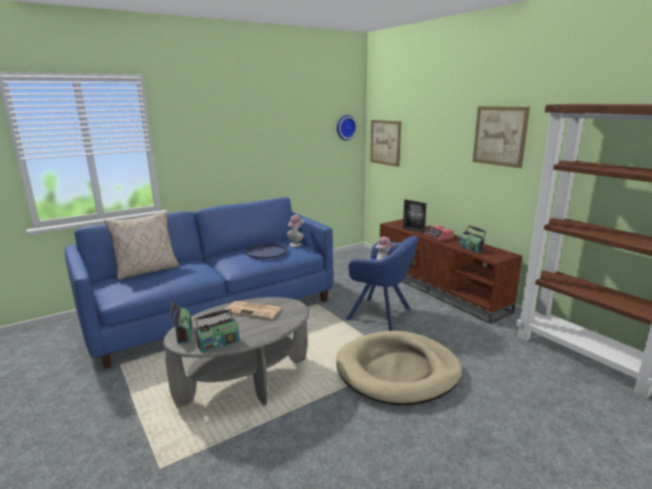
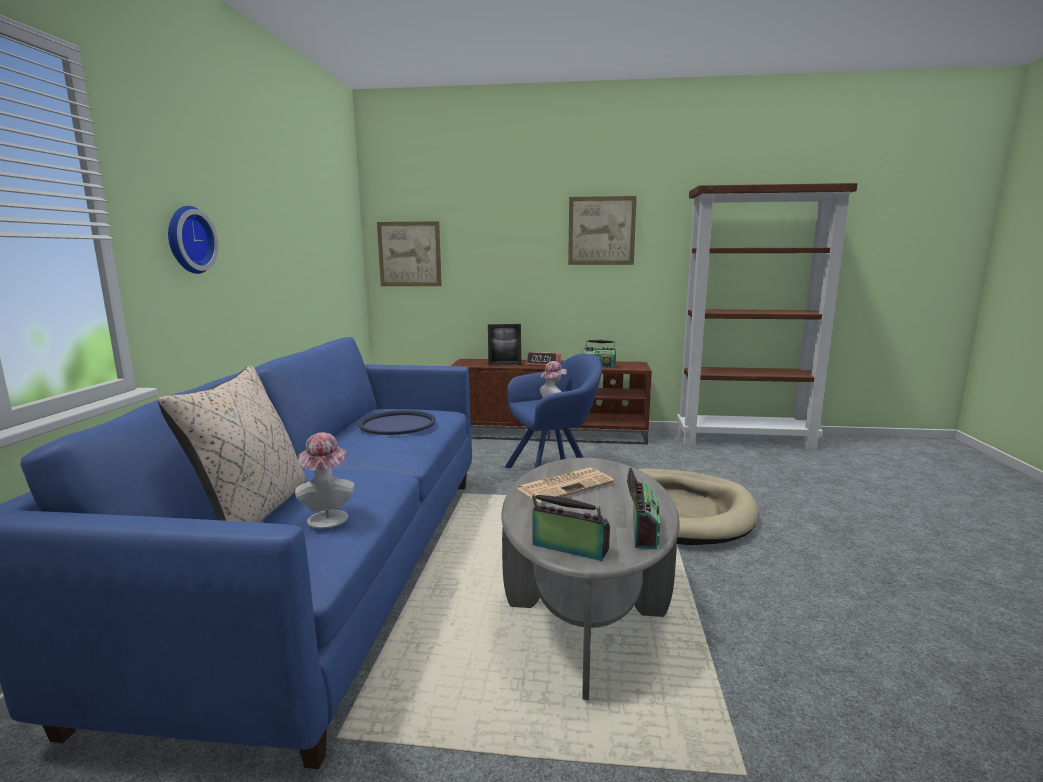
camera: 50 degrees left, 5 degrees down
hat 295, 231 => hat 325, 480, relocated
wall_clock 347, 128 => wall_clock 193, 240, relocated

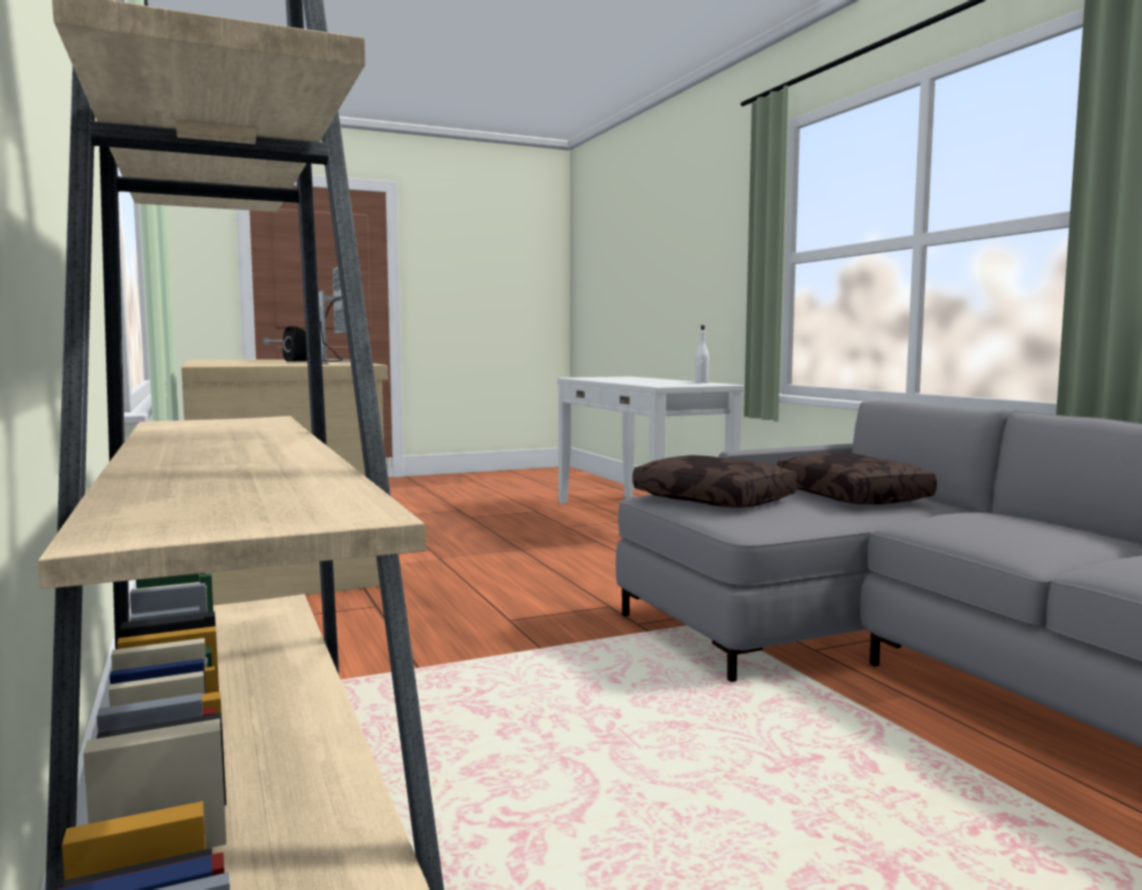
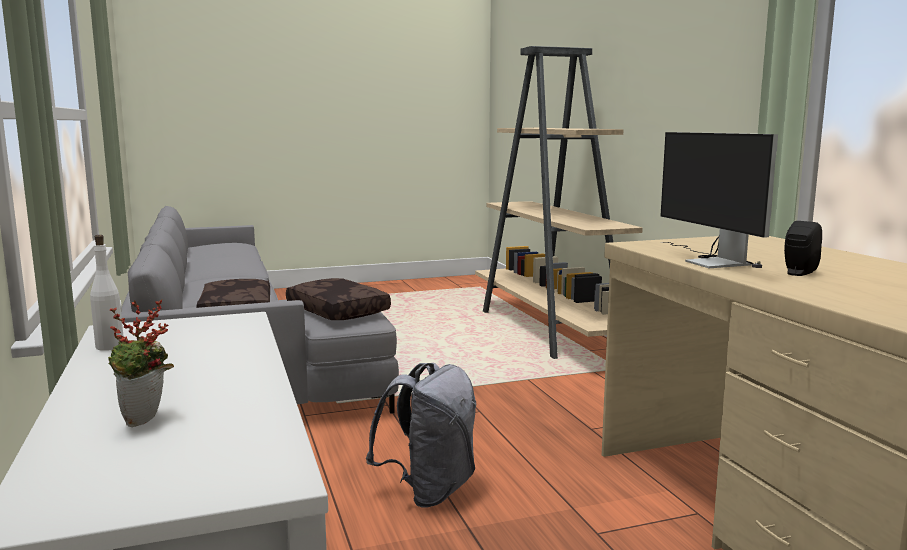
camera: 175 degrees left, 5 degrees up
nothing => potted_plant 141, 363
nothing => grey_backpack 421, 435

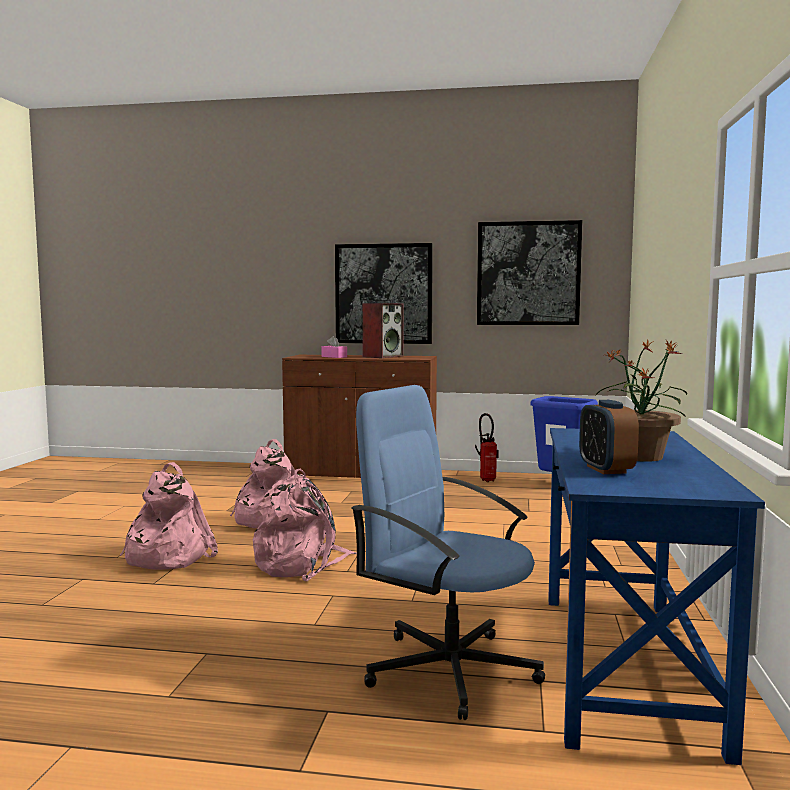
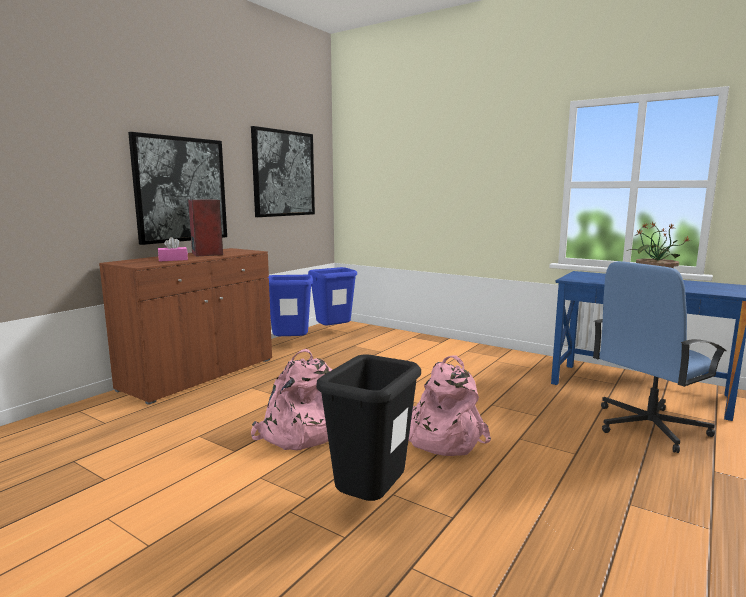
camera: 65 degrees left, 5 degrees up
alarm_clock 609, 437 => nothing
pink_backpack 169, 516 => black_trash_can 368, 428
fire_extinguisher 487, 447 => blue_trash_can 290, 305

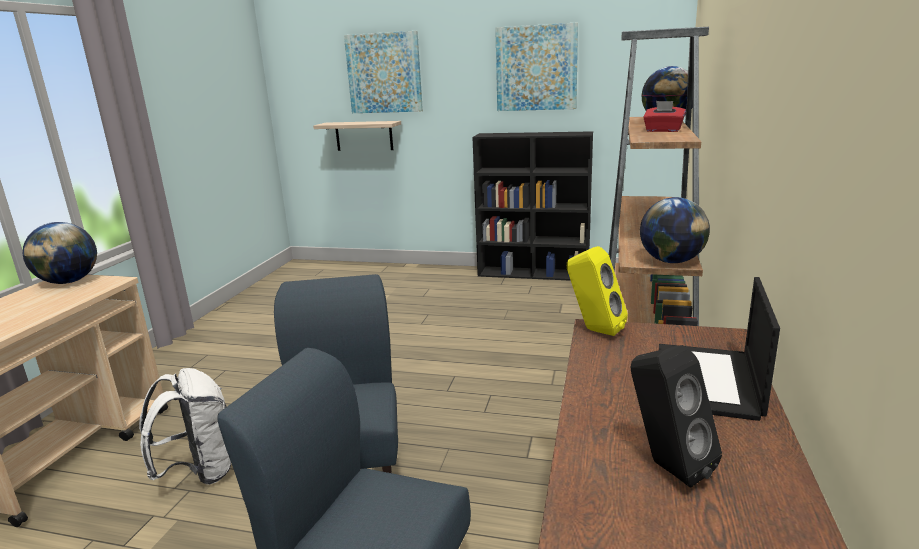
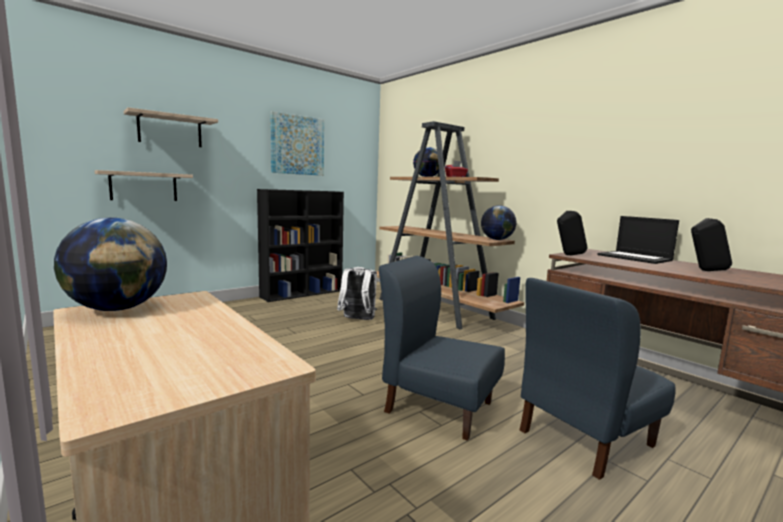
camera: 55 degrees left, 10 degrees down
white_backpack 185, 426 => white_backpack 357, 293, relocated
picture 383, 72 => shelf 171, 127
yellow_speaker 597, 291 => black_speaker 572, 233

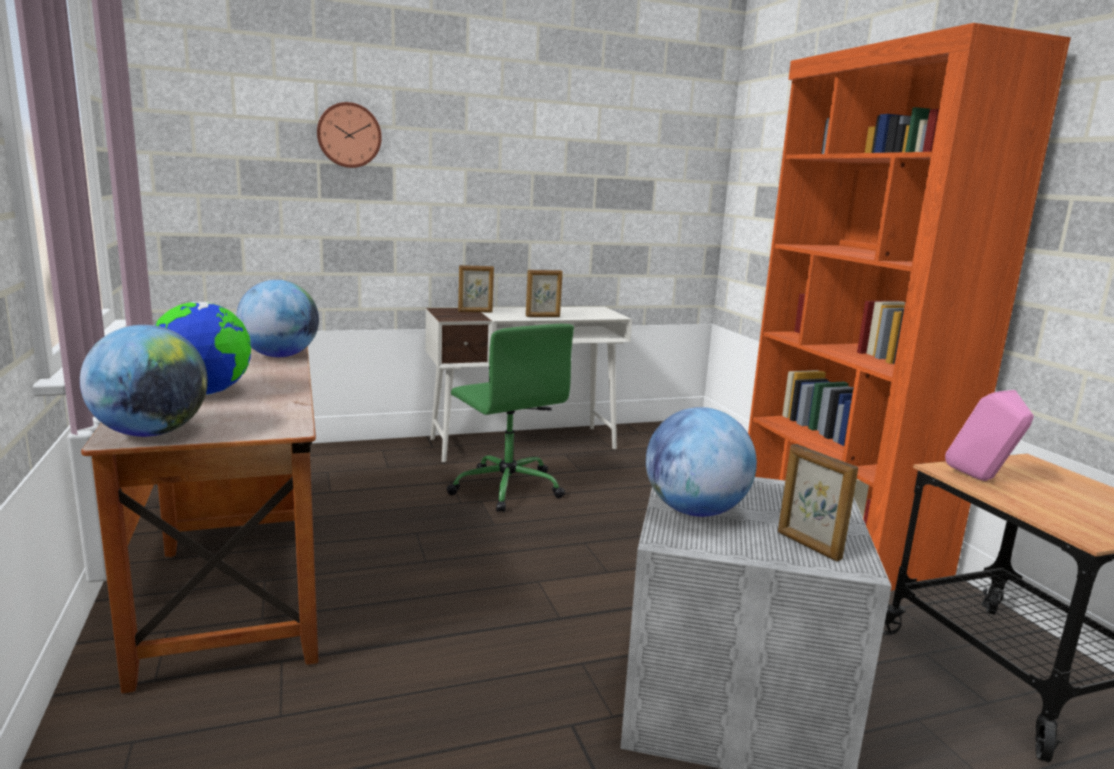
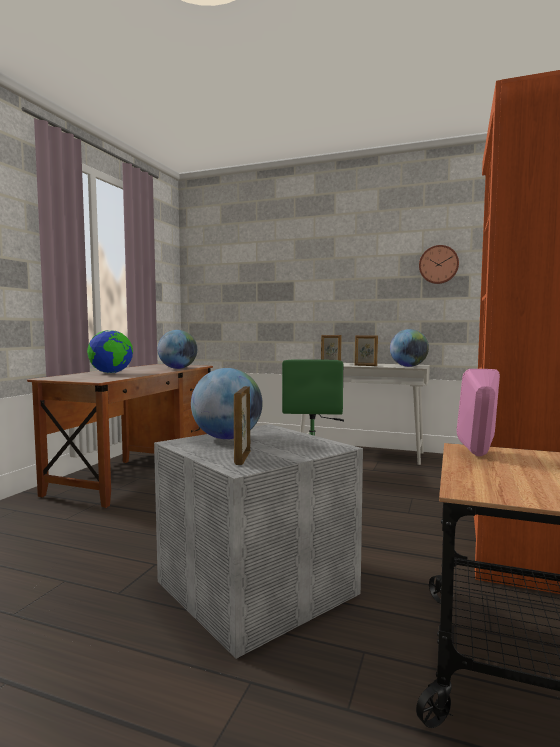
camera: 40 degrees right, 10 degrees down
globe 144, 381 => globe 409, 348, relocated
wall_clock 349, 135 => wall_clock 439, 264, relocated

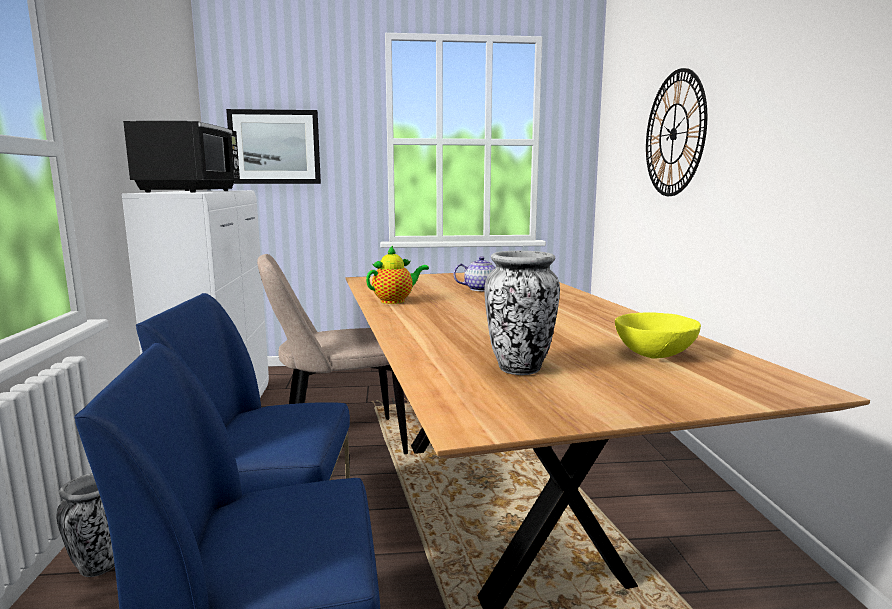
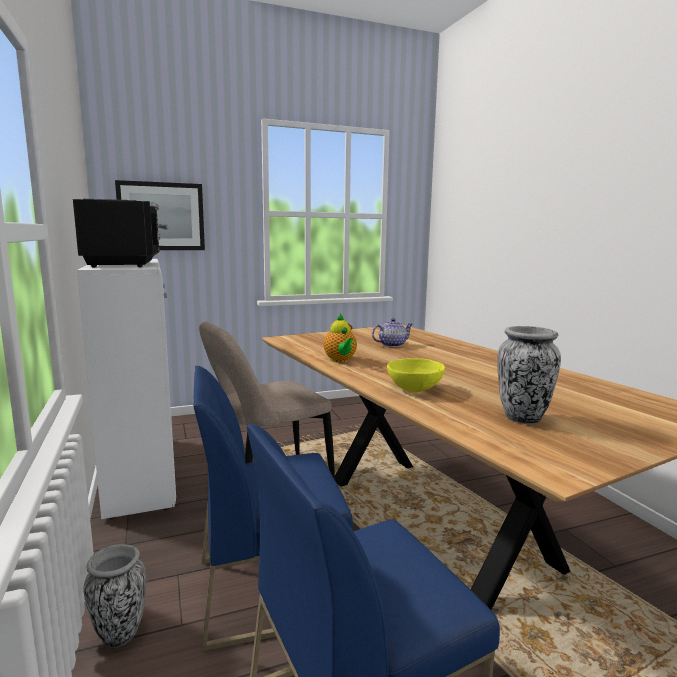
camera: 15 degrees left, 0 degrees up
wall_clock 676, 132 => nothing
yellow_bowl 658, 335 => yellow_bowl 416, 375, relocated
teapot 397, 275 => teapot 340, 337, 120 degrees clockwise

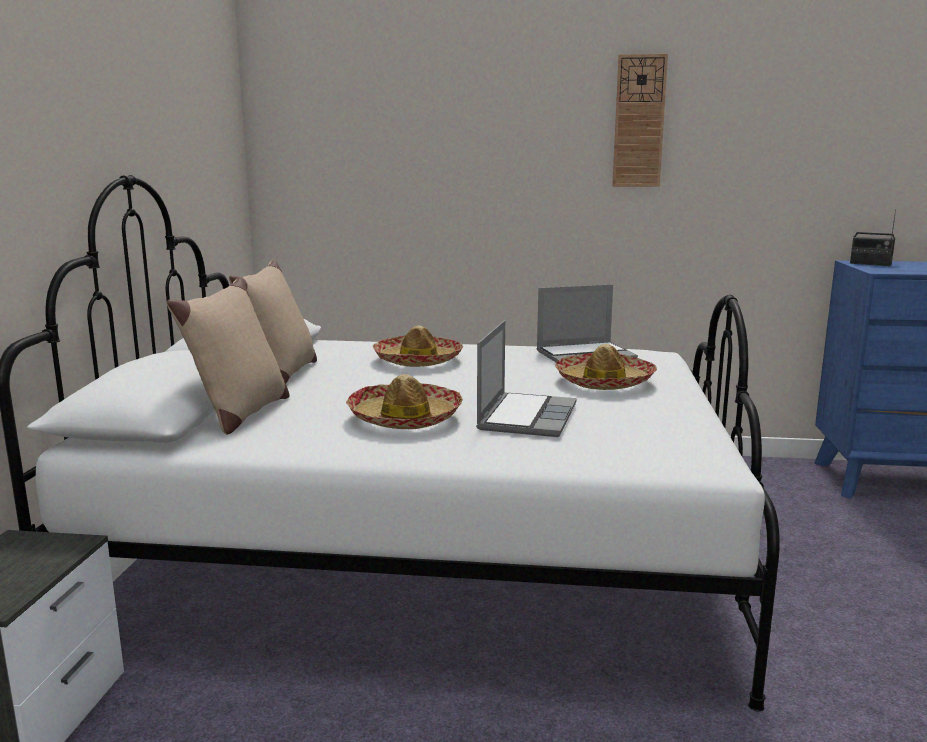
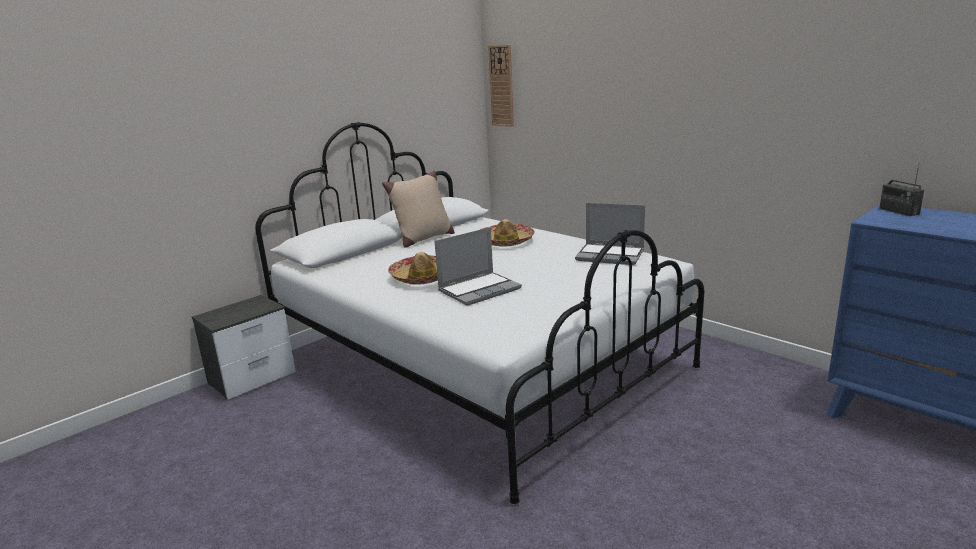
camera: 40 degrees right, 5 degrees up
beige_pillow 228, 356 => nothing
hat 606, 367 => nothing
wall_clock 640, 120 => wall_clock 501, 86, relocated

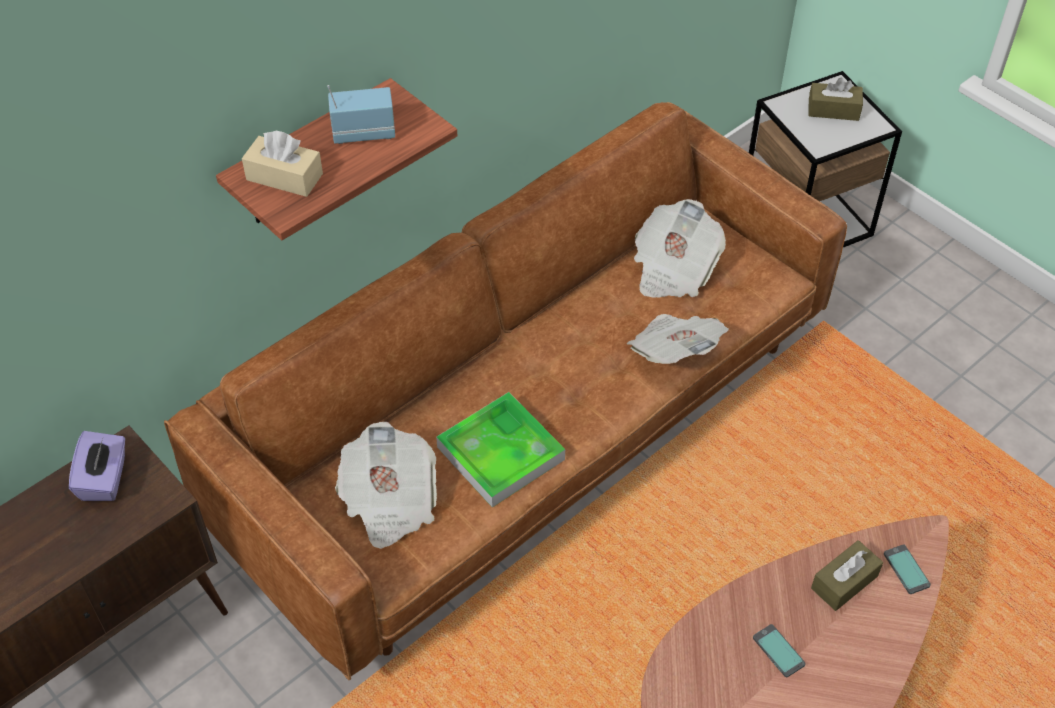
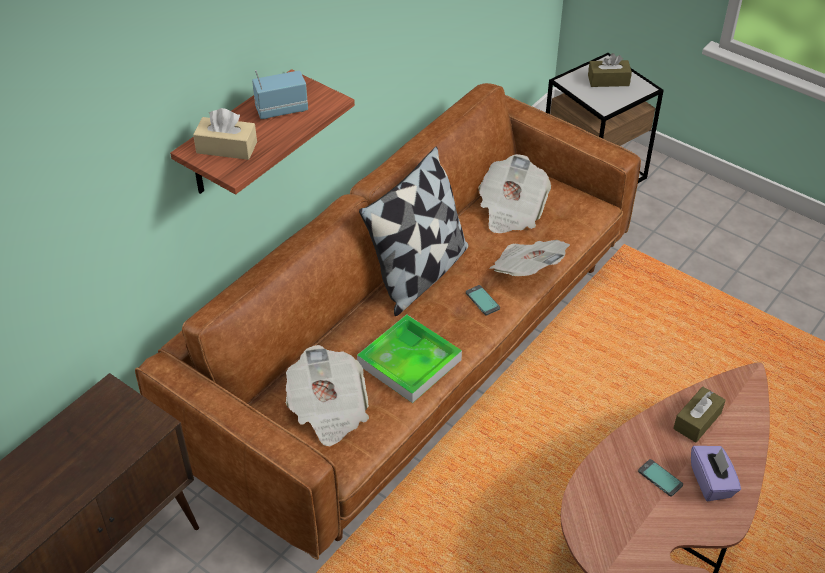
camera: 10 degrees left, 5 degrees down
nothing => pillow 414, 231
purple_tissue_box 97, 466 => purple_tissue_box 716, 473, relocated
phone 907, 569 => phone 483, 300, relocated

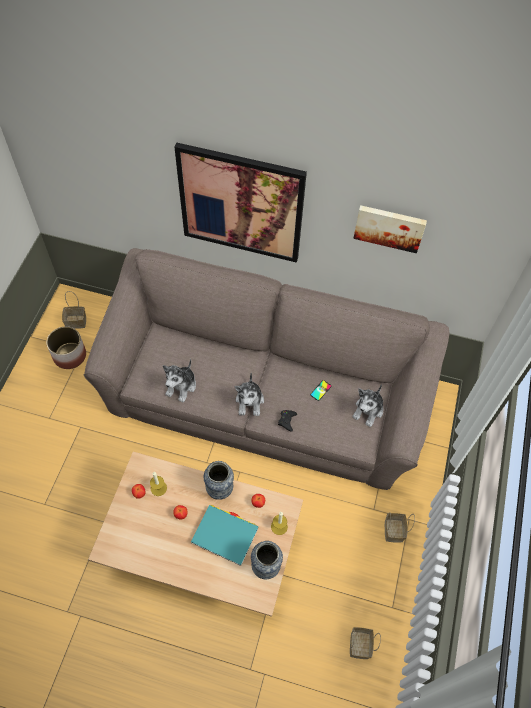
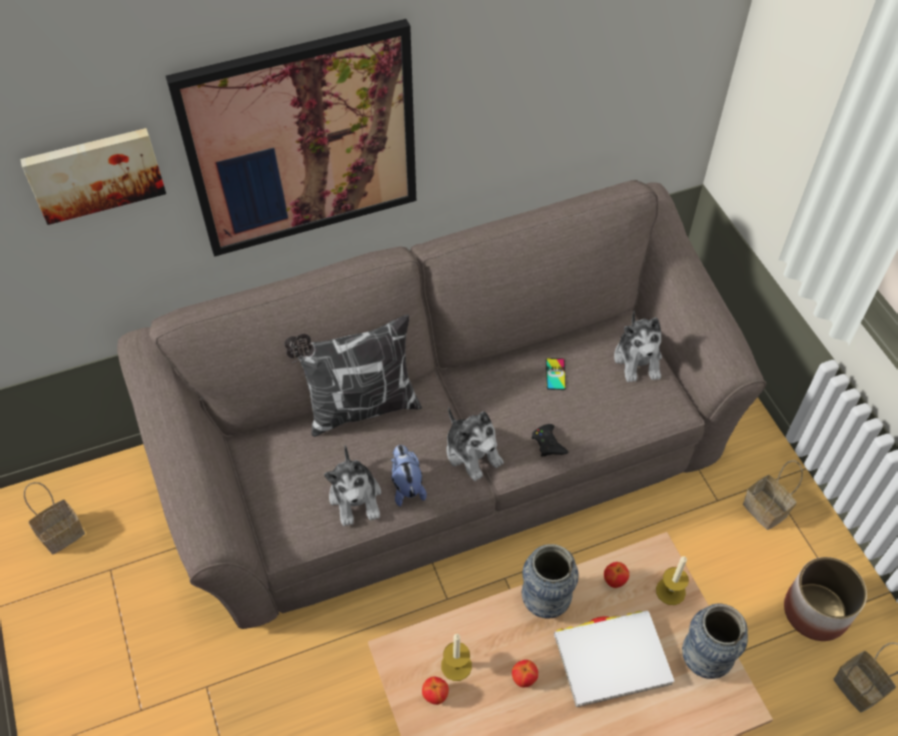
camera: 35 degrees left, 5 degrees down
nothing => pillow 353, 376
nothing => plush_toy 409, 476
planter 66, 347 => planter 825, 599, relocated
picture 390, 229 => picture 93, 176, relocated
turquoise_book 225, 535 => white_book 614, 659

